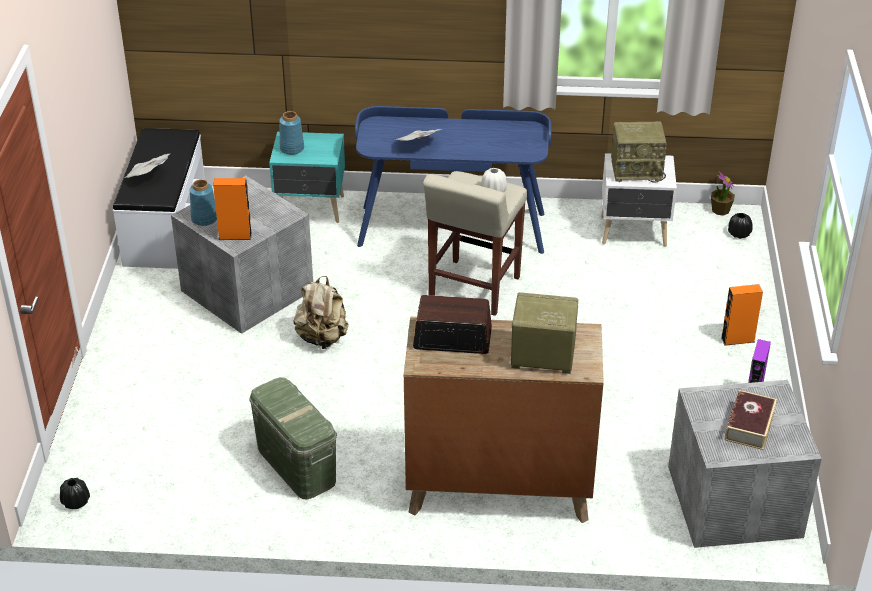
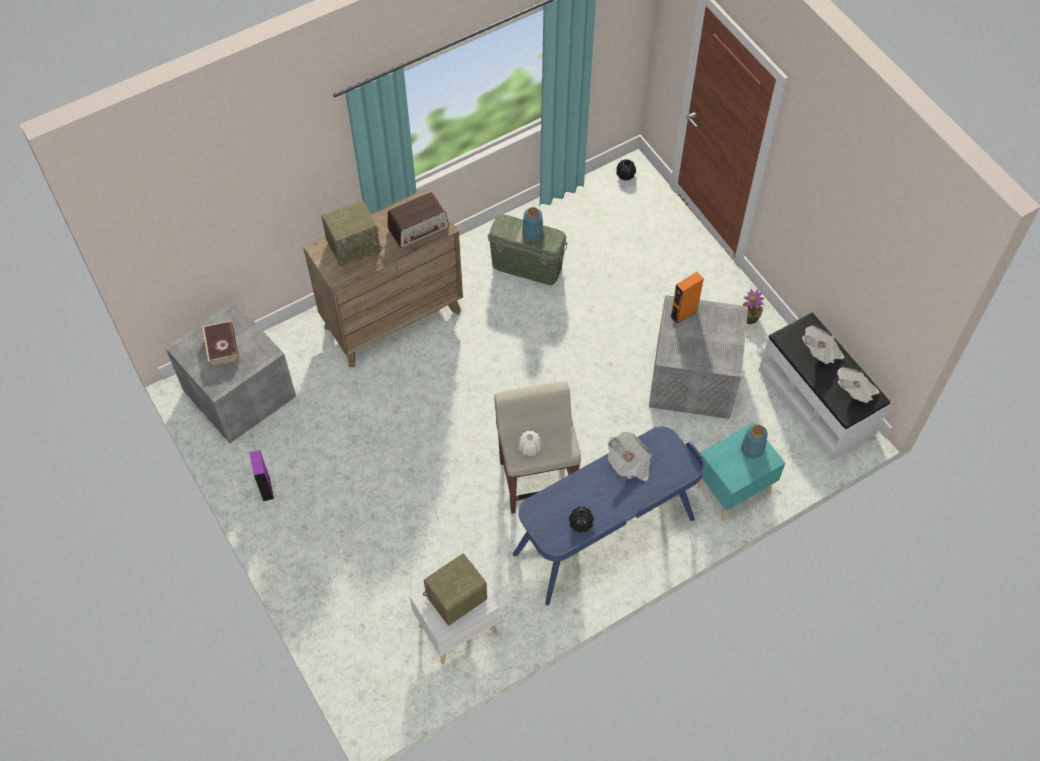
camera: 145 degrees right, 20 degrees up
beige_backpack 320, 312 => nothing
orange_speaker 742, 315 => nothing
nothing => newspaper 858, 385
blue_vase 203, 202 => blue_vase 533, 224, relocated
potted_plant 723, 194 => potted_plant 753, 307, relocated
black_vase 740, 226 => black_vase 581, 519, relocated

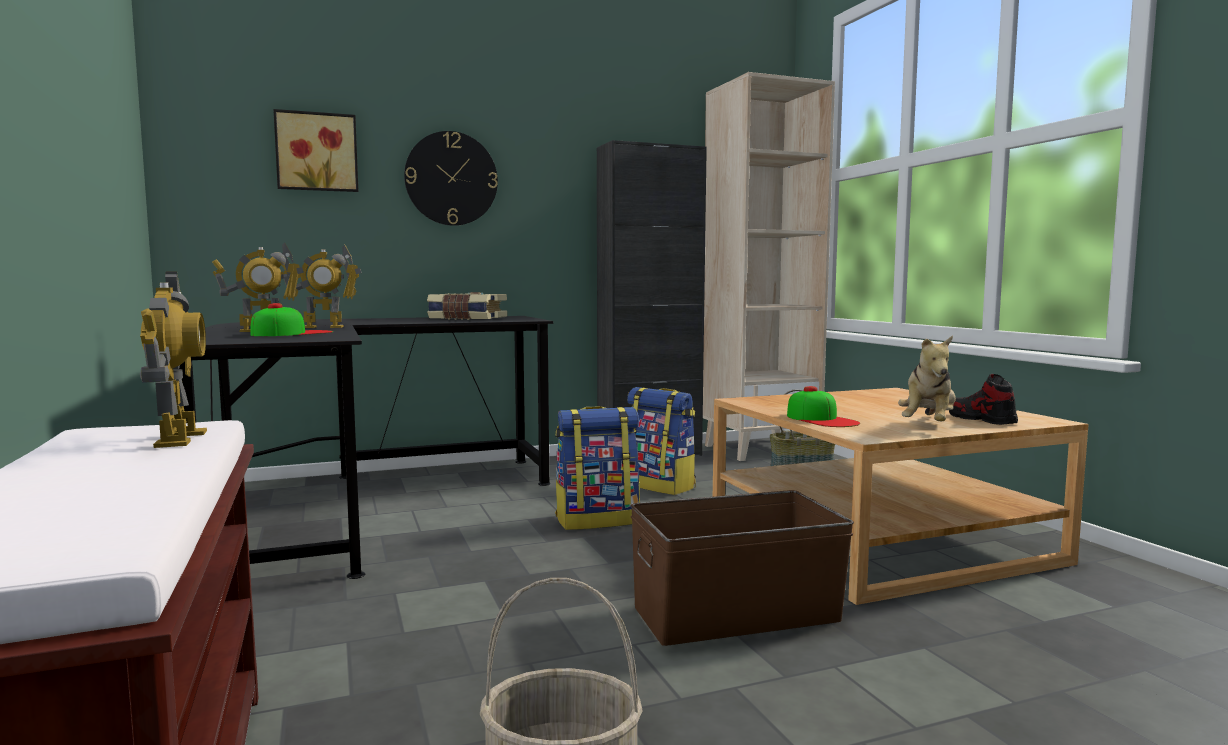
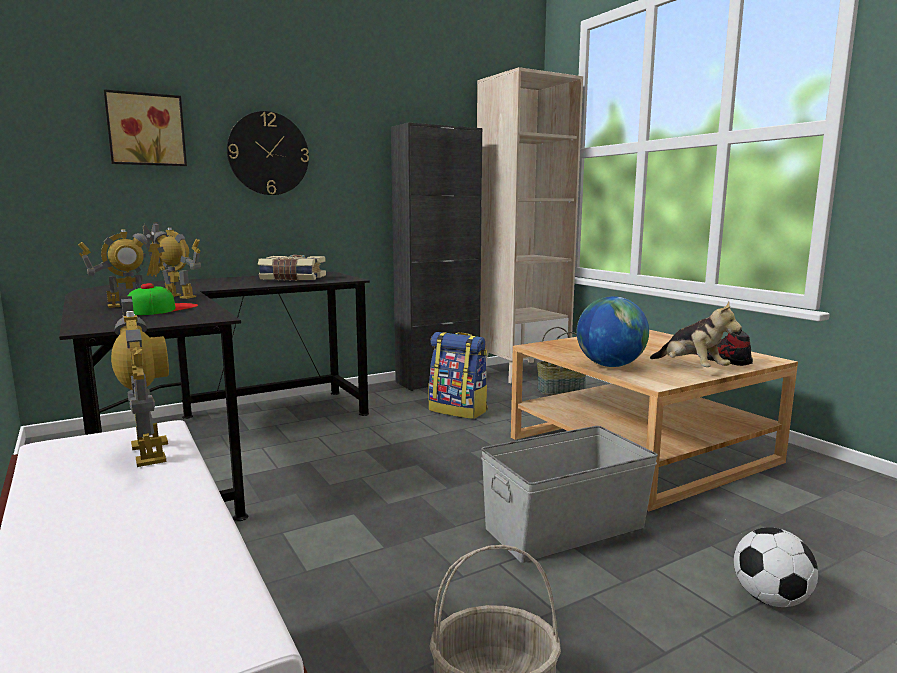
camera: 10 degrees left, 5 degrees up
backpack 597, 468 => nothing
nothing => football 776, 567
cap 823, 406 => globe 613, 331
brown_storage_box 742, 568 => grey_storage_box 569, 494
toy_robot 321, 286 => toy_robot 176, 260, 135 degrees counterclockwise
plush_toy 927, 378 => plush_toy 696, 334, 45 degrees counterclockwise

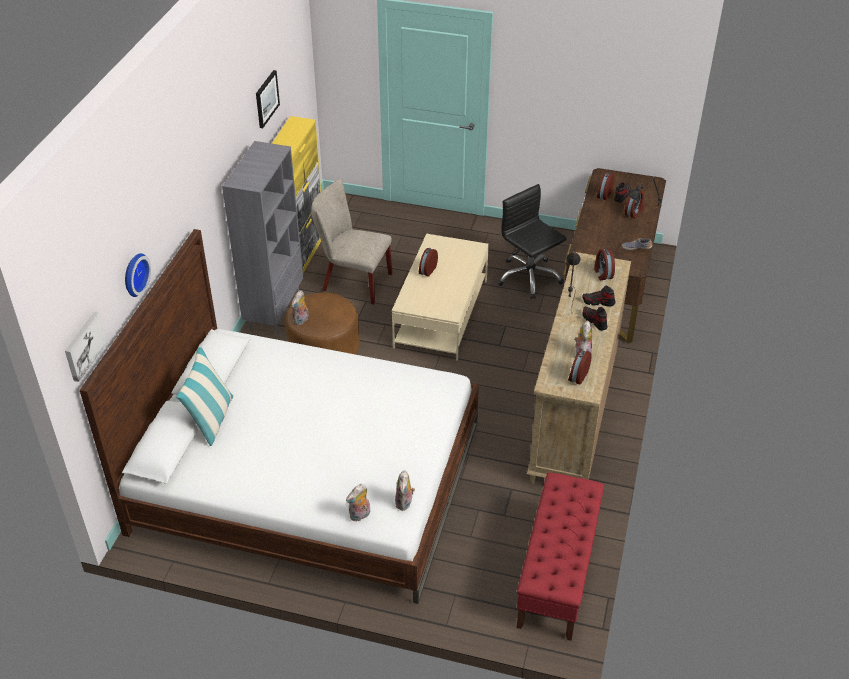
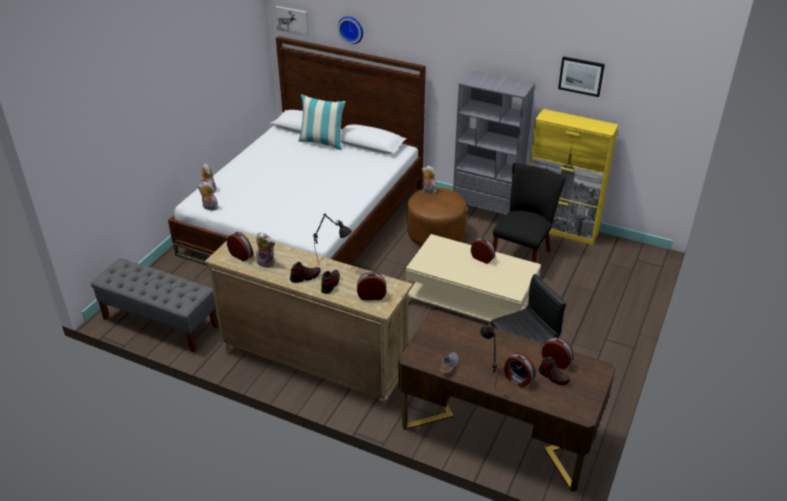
camera: 100 degrees right, 5 degrees down
beige_chair 351, 242 => black_chair 529, 212
red_bench 560, 556 => grey_bench 155, 305

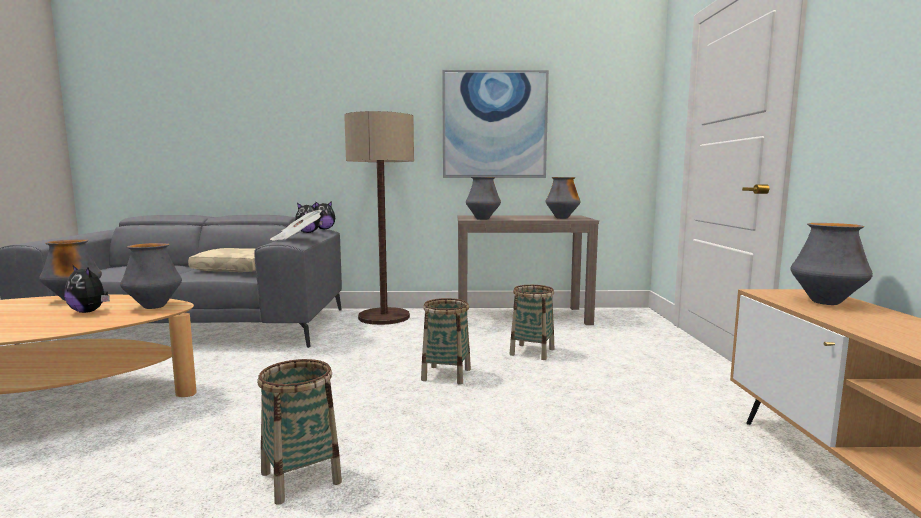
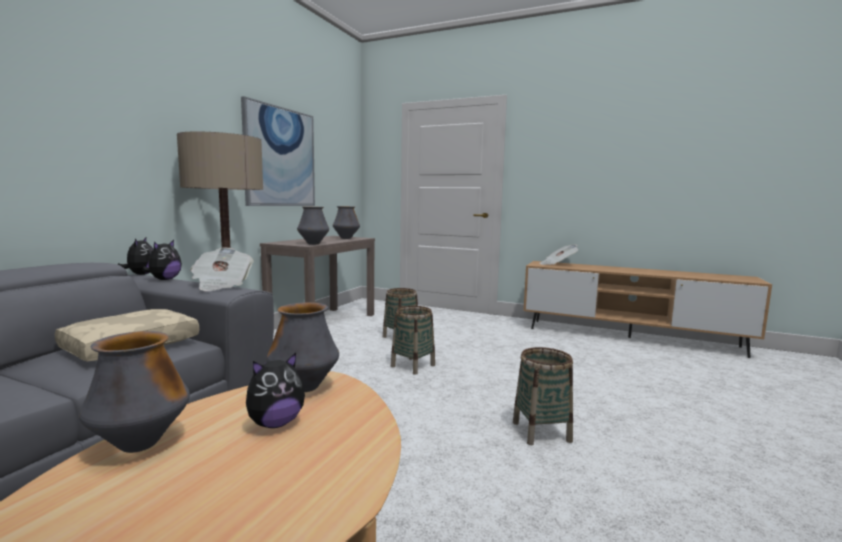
camera: 65 degrees left, 0 degrees up
vase 831, 264 => newspaper 559, 254

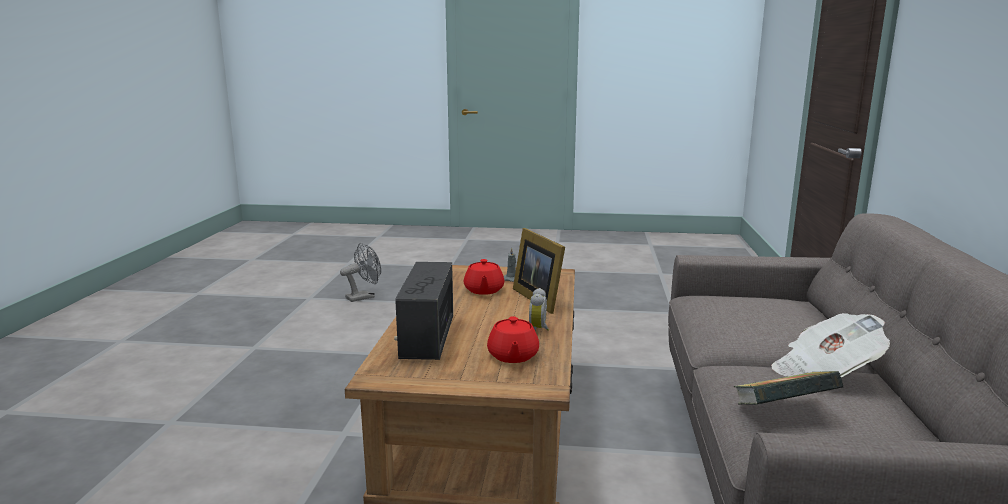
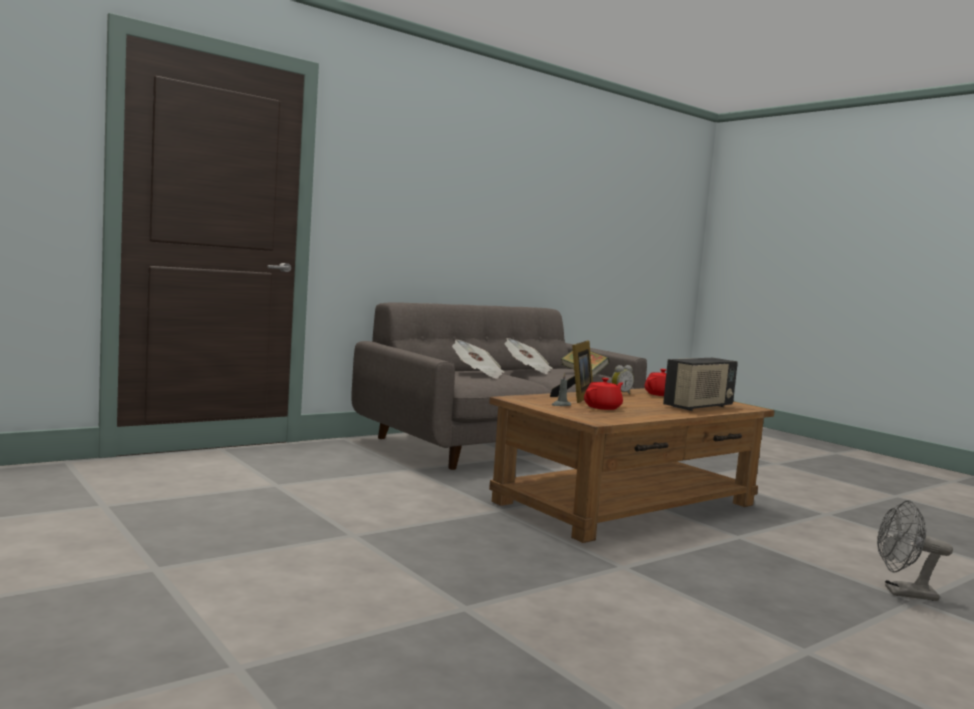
camera: 135 degrees left, 10 degrees down
nothing => newspaper 478, 359
grey_fan 360, 272 => grey_fan 915, 550, relocated

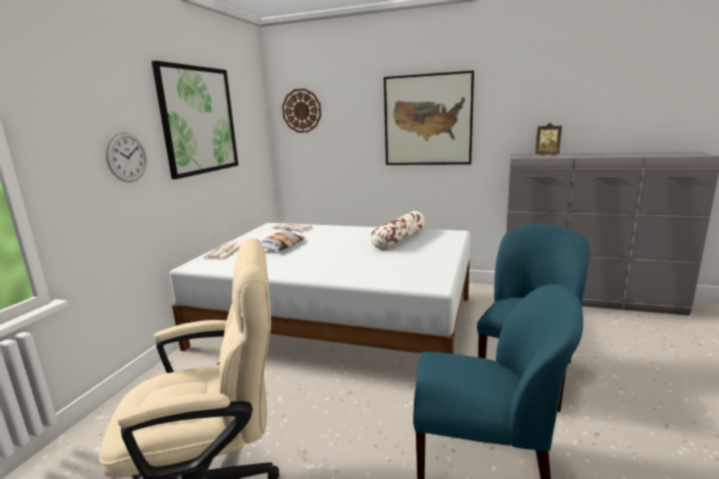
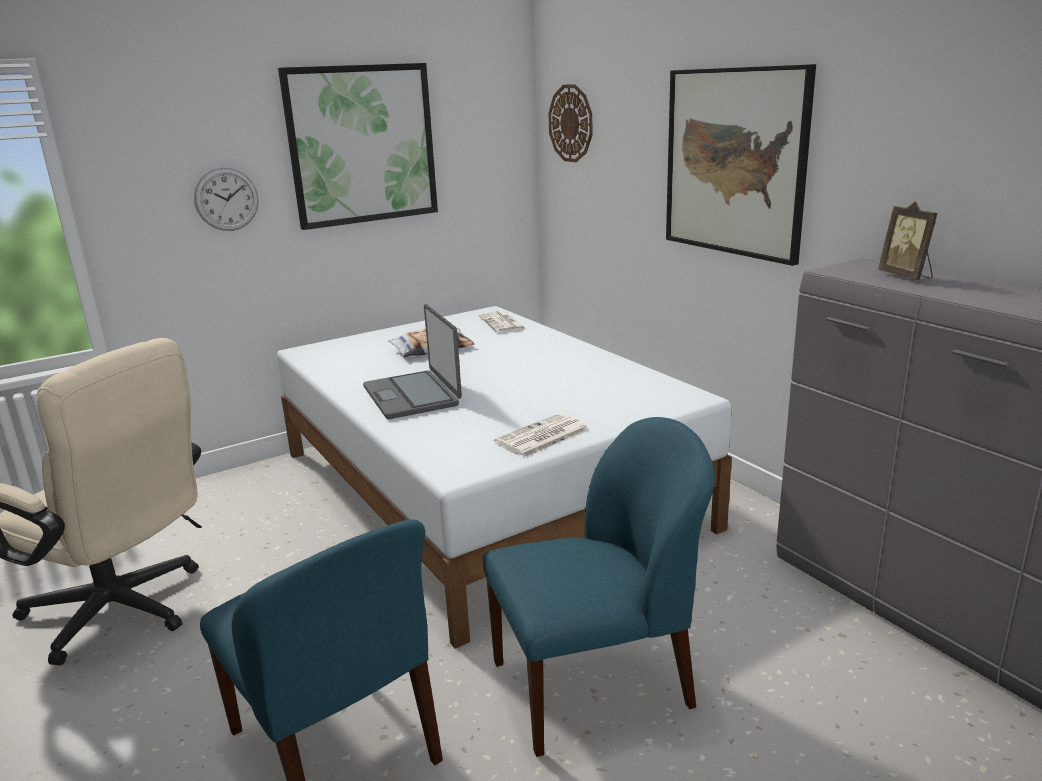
camera: 40 degrees right, 5 degrees up
pillow 397, 230 => nothing
nothing => laptop 412, 361
newspaper 222, 251 => newspaper 541, 435, relocated

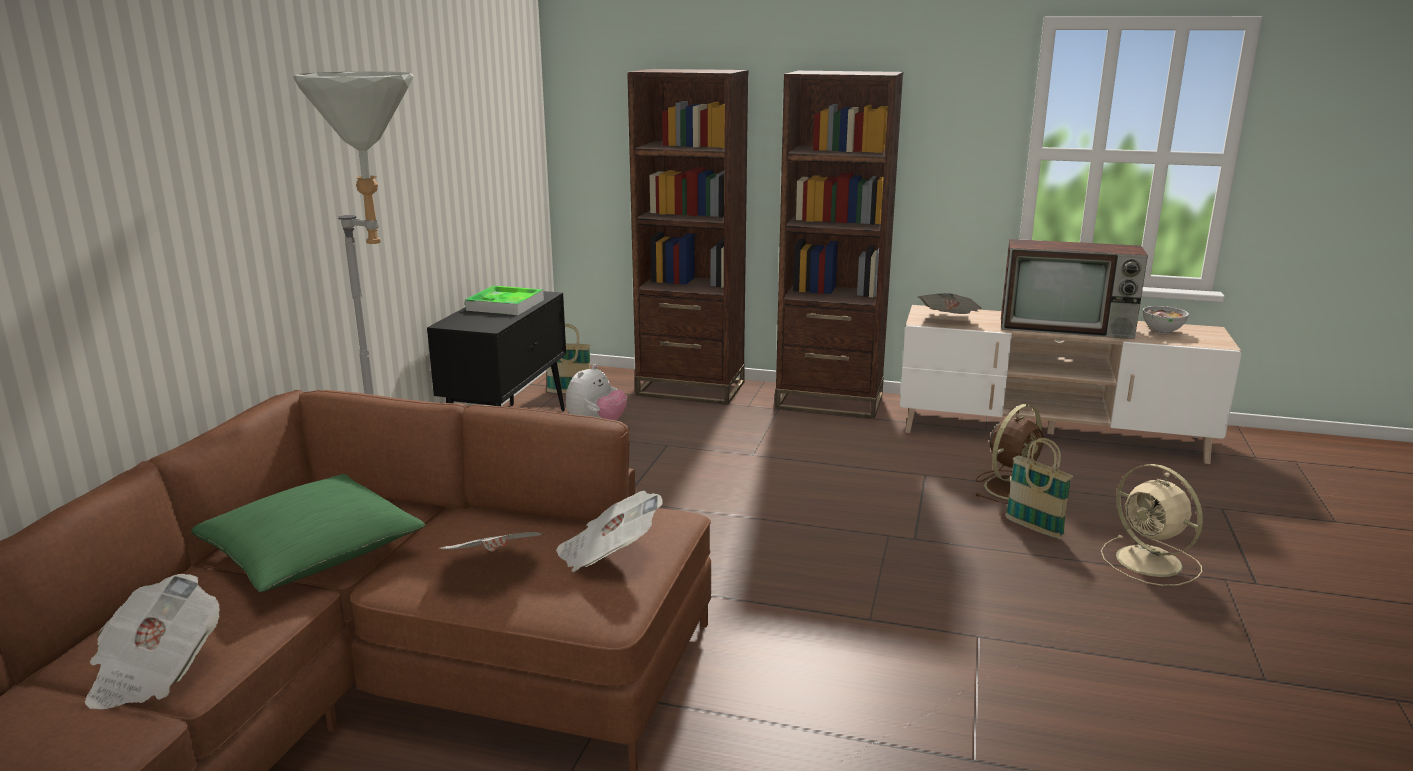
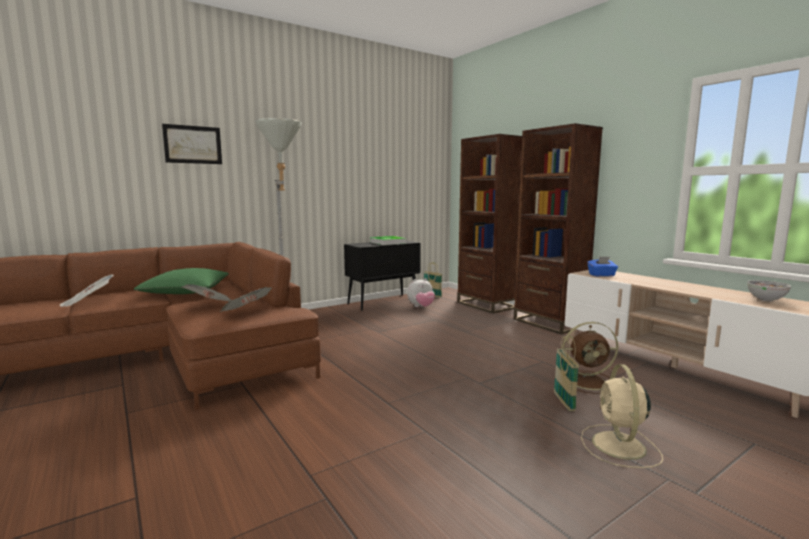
camera: 40 degrees right, 10 degrees down
television 1074, 289 => nothing
nothing => picture 192, 144
newspaper 949, 303 => blue_tissue_box 602, 266

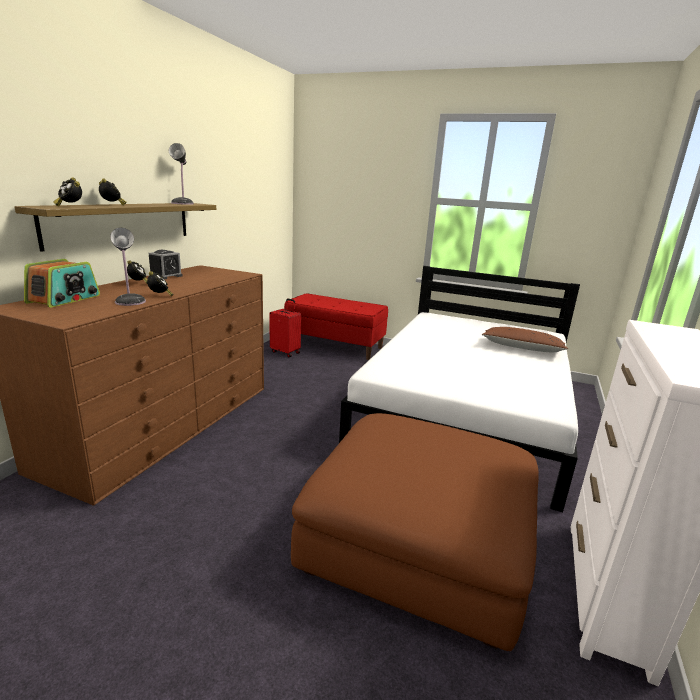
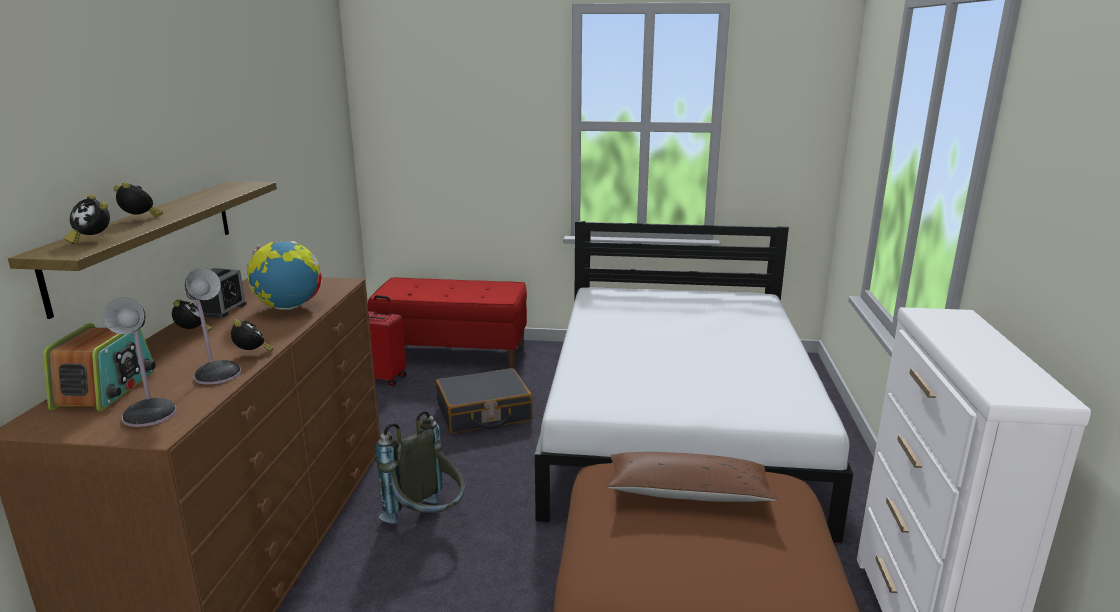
camera: 15 degrees left, 0 degrees up
nothing => globe 284, 275
nothing => grey_backpack 420, 467
nothing => black_suitcase 484, 401
table_lamp 181, 174 => table_lamp 140, 362, relocated
brown_pillow 525, 339 => brown_pillow 692, 477, relocated

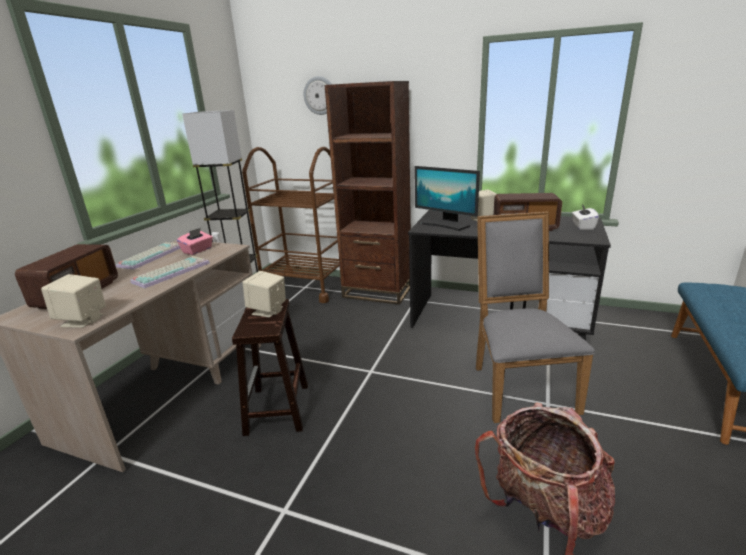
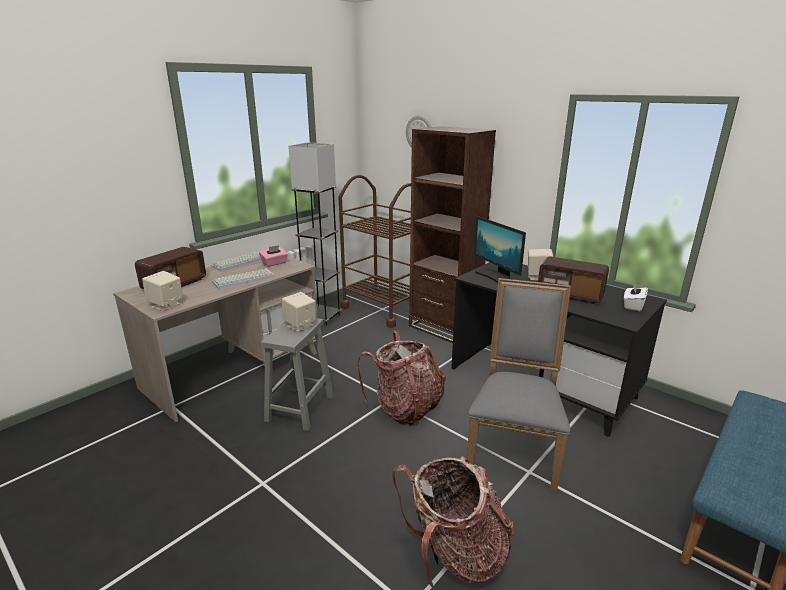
camera: 20 degrees right, 0 degrees up
nothing => backpack 401, 378
brown_stool 270, 367 => grey_stool 297, 374

